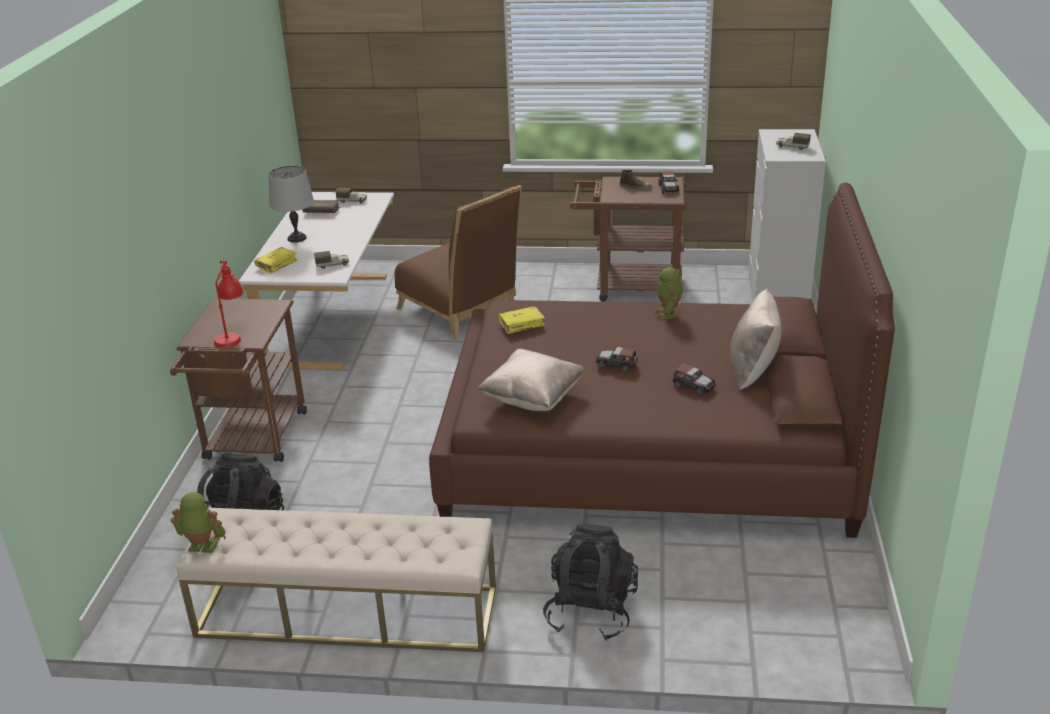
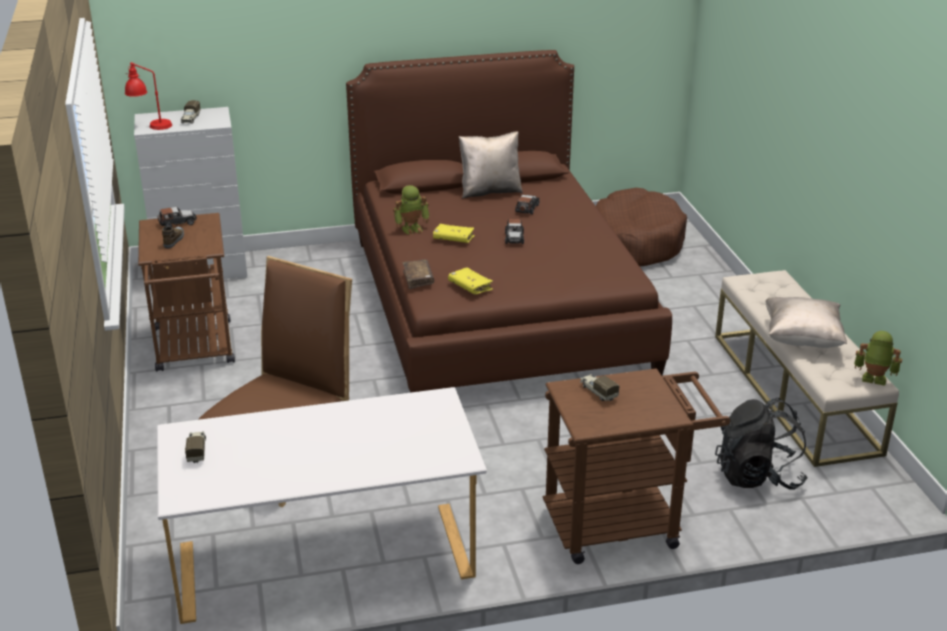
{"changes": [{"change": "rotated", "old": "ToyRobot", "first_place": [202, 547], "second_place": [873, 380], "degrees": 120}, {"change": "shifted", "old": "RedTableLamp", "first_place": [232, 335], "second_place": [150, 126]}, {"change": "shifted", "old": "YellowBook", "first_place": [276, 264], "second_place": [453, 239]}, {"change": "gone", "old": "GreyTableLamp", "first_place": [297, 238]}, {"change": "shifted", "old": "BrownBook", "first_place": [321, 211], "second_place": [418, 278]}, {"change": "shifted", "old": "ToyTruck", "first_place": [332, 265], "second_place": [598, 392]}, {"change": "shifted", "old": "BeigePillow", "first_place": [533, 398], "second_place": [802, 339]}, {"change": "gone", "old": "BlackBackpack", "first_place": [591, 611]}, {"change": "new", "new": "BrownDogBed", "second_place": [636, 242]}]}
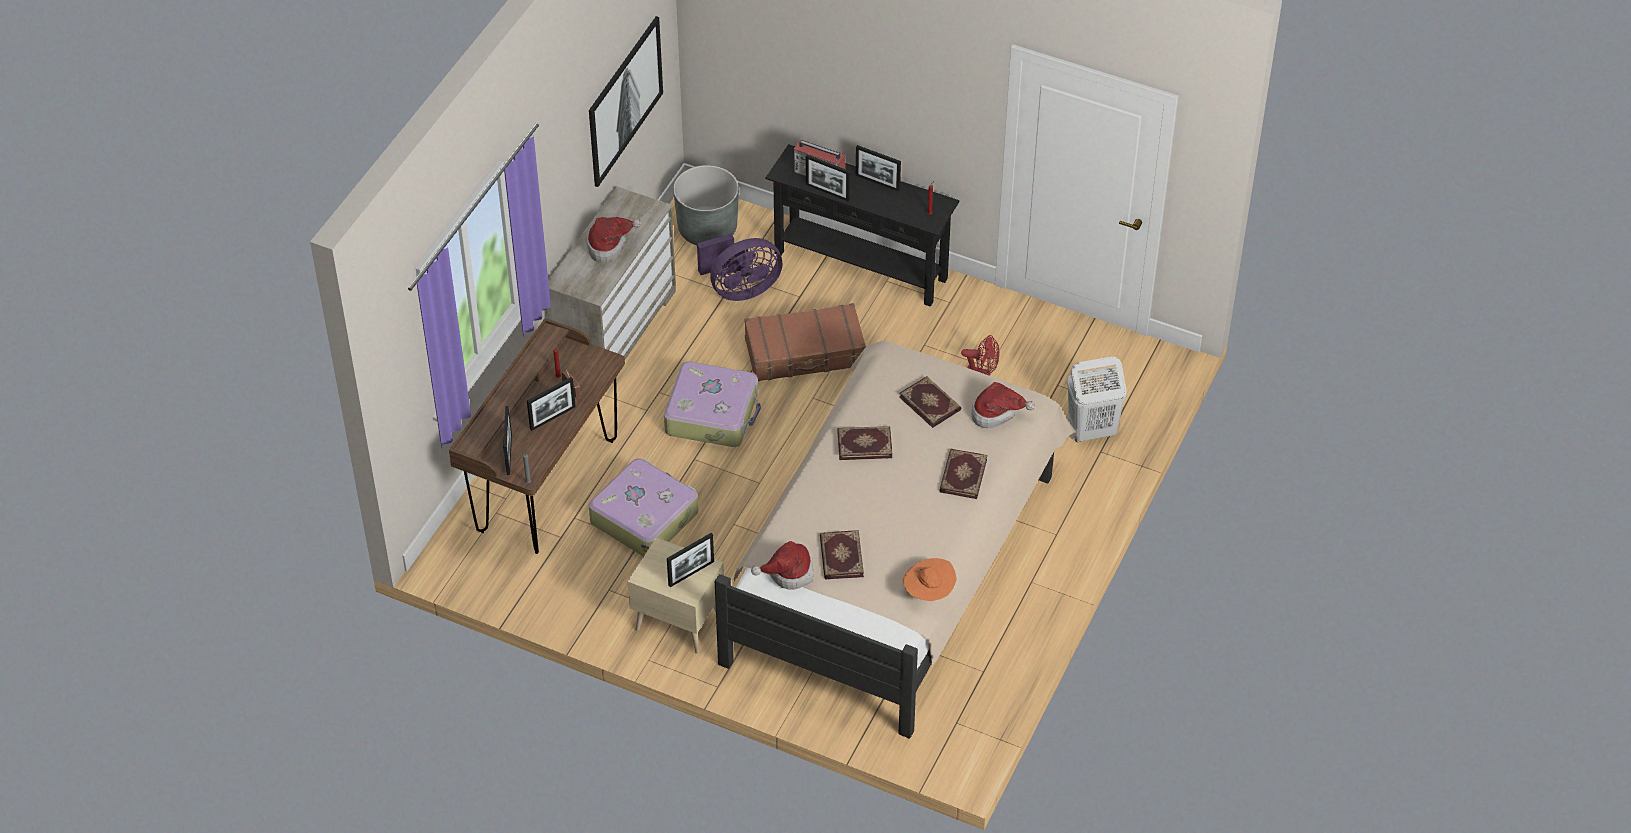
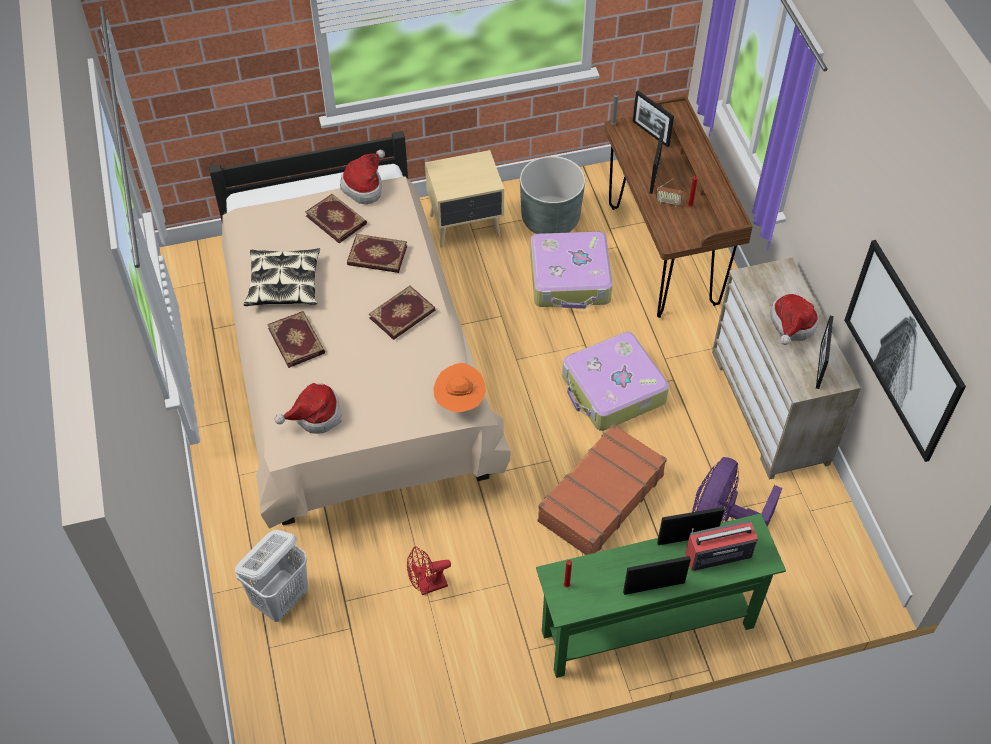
{"changes": [{"change": "shifted", "old": "PictureFrame", "first_place": [691, 573], "second_place": [819, 366]}, {"change": "shifted", "old": "GreyPlanter", "first_place": [707, 229], "second_place": [550, 219]}, {"change": "repainted", "old": "BlackConsoleTable", "new": "GreenConsoleTable", "first_place": [861, 265], "second_place": [648, 630]}, {"change": "shifted", "old": "Book", "first_place": [930, 403], "second_place": [377, 256]}, {"change": "shifted", "old": "OrangeHat", "first_place": [929, 593], "second_place": [459, 401]}, {"change": "new", "new": "Pillow", "second_place": [284, 284]}]}
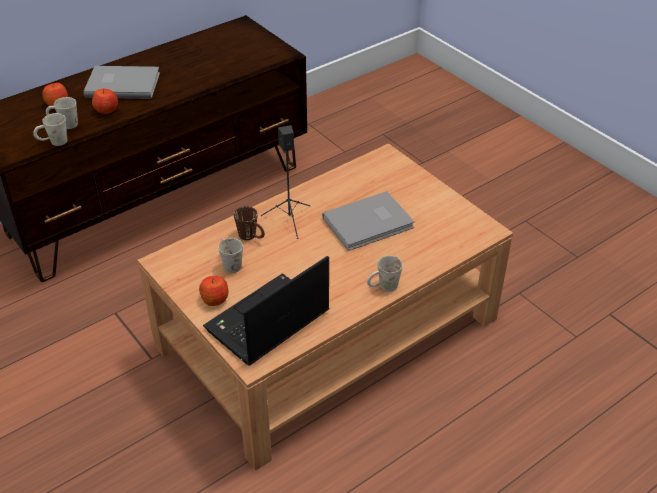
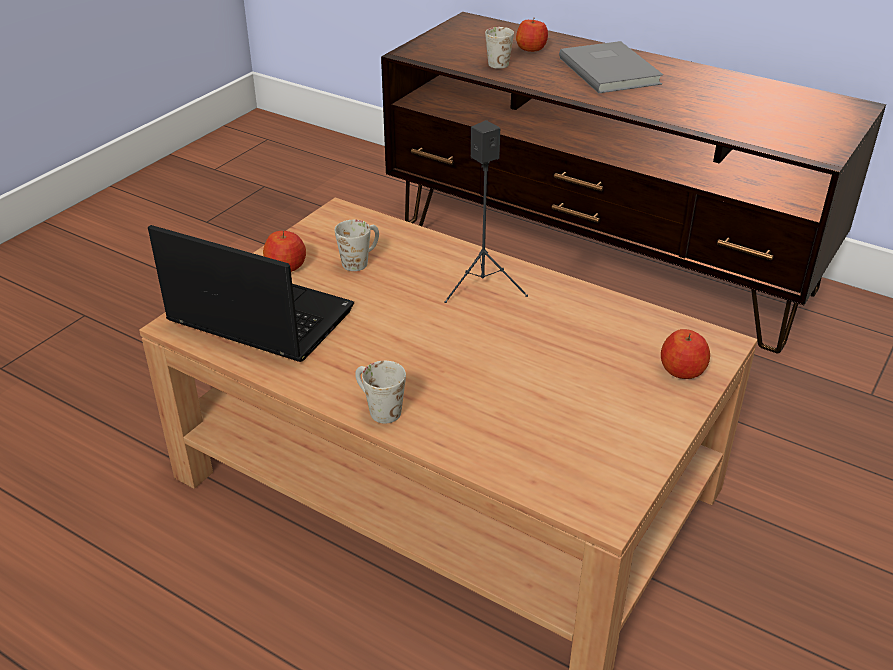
{"changes": [{"change": "gone", "old": "WhiteMug", "first_place": [53, 142]}, {"change": "shifted", "old": "Apple", "first_place": [107, 110], "second_place": [682, 371]}, {"change": "gone", "old": "BrownMug", "first_place": [251, 237]}, {"change": "gone", "old": "GreyBook", "first_place": [370, 224]}]}
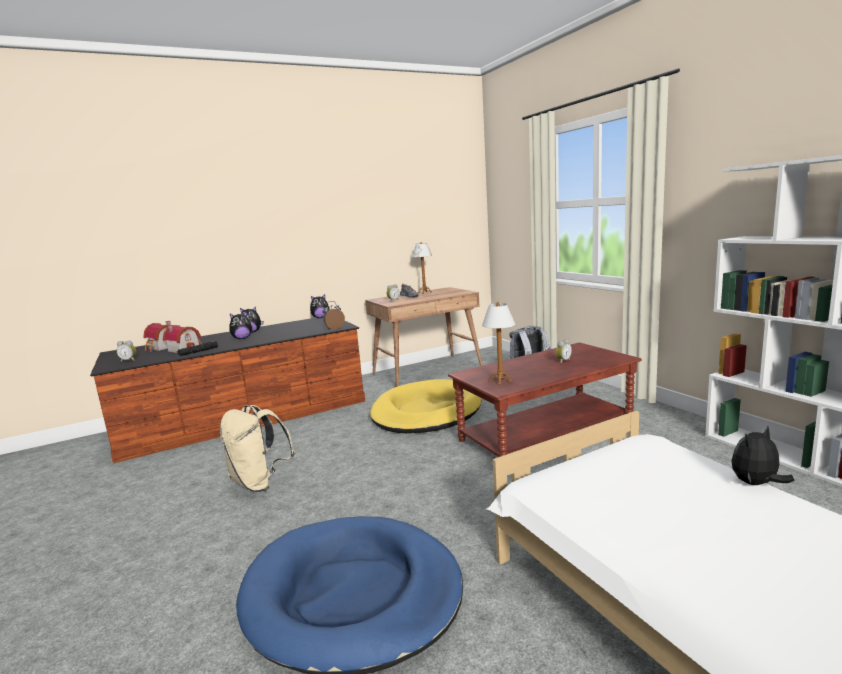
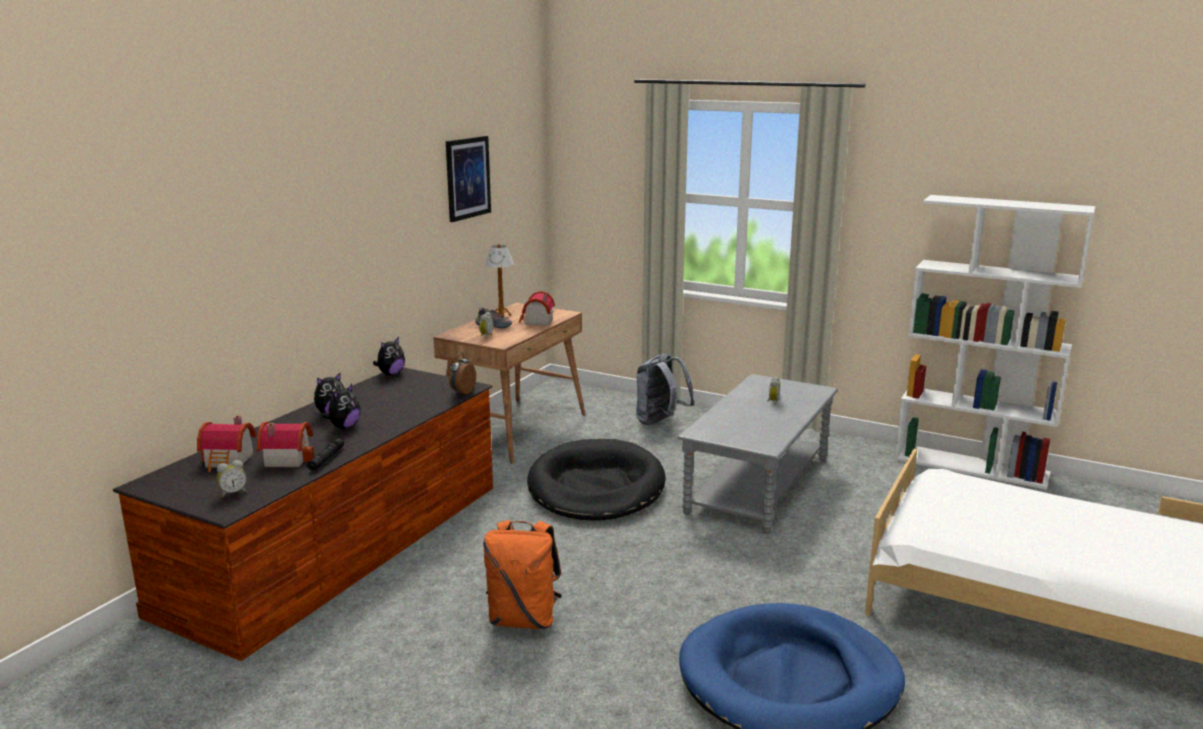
{"changes": [{"change": "repainted", "old": "BeigeBackpack", "new": "OrangeBackpack", "first_place": [260, 482], "second_place": [524, 619]}, {"change": "repainted", "old": "YellowDogBed", "new": "BlackDogBed", "first_place": [426, 412], "second_place": [596, 487]}, {"change": "repainted", "old": "BrownCoffeeTable", "new": "GreyCoffeeTable", "first_place": [546, 432], "second_place": [758, 485]}, {"change": "gone", "old": "TableLamp", "first_place": [500, 381]}, {"change": "gone", "old": "PlushToy", "first_place": [756, 484]}, {"change": "new", "new": "Picture", "second_place": [467, 178]}, {"change": "new", "new": "ToyHouse", "second_place": [536, 322]}]}
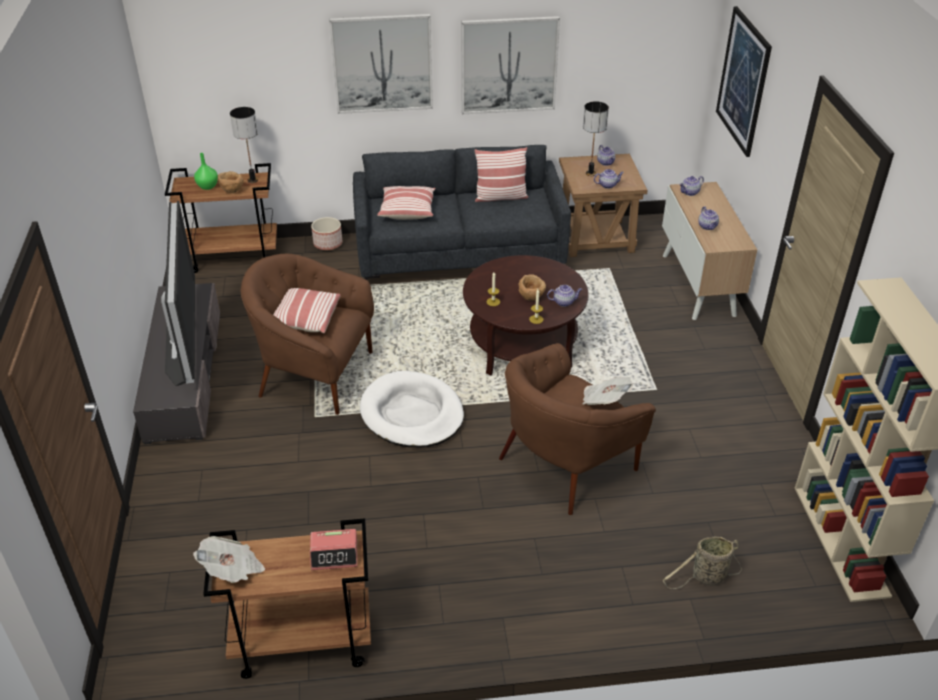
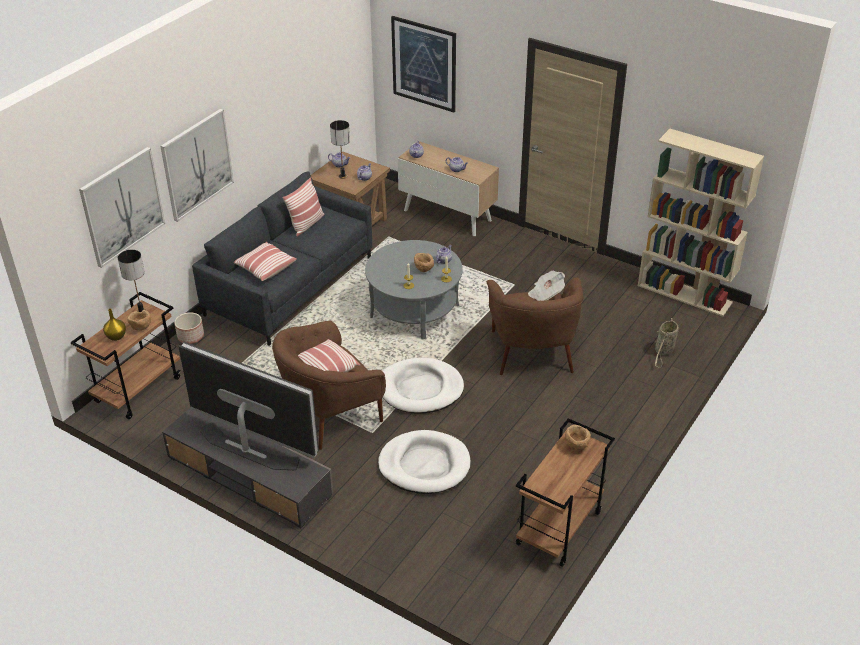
{"changes": [{"change": "gone", "old": "Newspaper", "first_place": [232, 570]}, {"change": "repainted", "old": "GreenVase", "new": "YellowVase", "first_place": [207, 186], "second_place": [116, 337]}, {"change": "swapped", "old": "AlarmClock", "new": "BrownBowl", "first_place": [334, 554], "second_place": [576, 446]}, {"change": "shifted", "old": "Picture", "first_place": [509, 65], "second_place": [122, 206]}, {"change": "repainted", "old": "BrownCoffeeTable", "new": "GreyCoffeeTable", "first_place": [523, 345], "second_place": [414, 310]}, {"change": "new", "new": "WhiteDogBed", "second_place": [424, 465]}]}
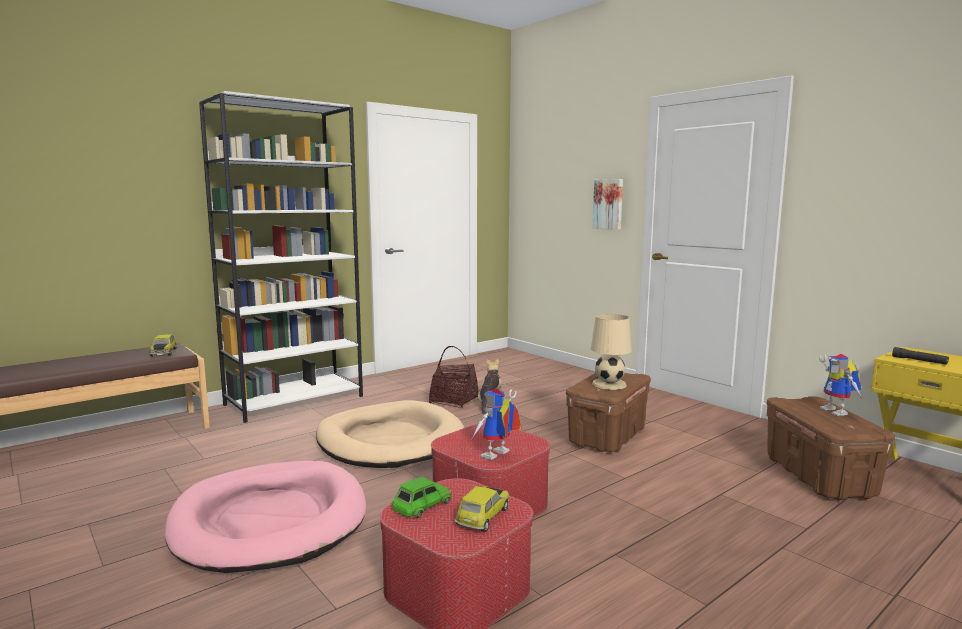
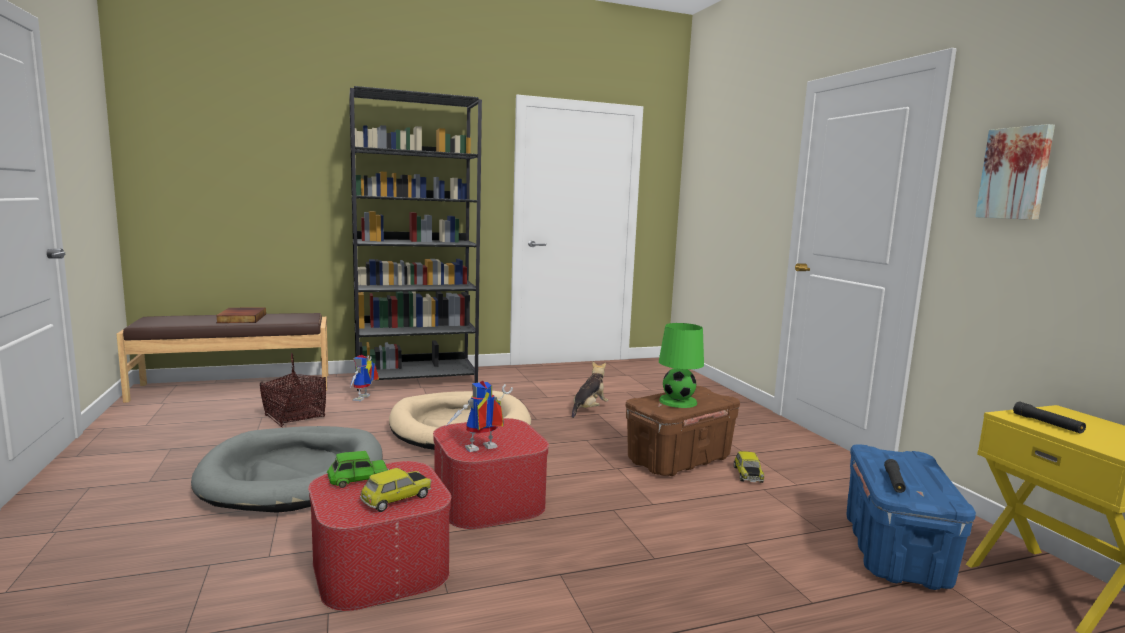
{"changes": [{"change": "shifted", "old": "ToyCar", "first_place": [163, 352], "second_place": [747, 474]}, {"change": "repainted", "old": "PinkDogBed", "new": "GreyDogBed", "first_place": [270, 520], "second_place": [294, 474]}, {"change": "repainted", "old": "WhiteBookcase", "new": "BlackBookcase", "first_place": [295, 400], "second_place": [416, 378]}, {"change": "shifted", "old": "Basket", "first_place": [454, 400], "second_place": [295, 417]}, {"change": "repainted", "old": "BeigeTableLamp", "new": "GreenTableLamp", "first_place": [609, 384], "second_place": [678, 401]}, {"change": "shifted", "old": "Picture", "first_place": [608, 204], "second_place": [1016, 173]}, {"change": "repainted", "old": "BrownStorageBox", "new": "BlueStorageBox", "first_place": [820, 477], "second_place": [896, 552]}, {"change": "shifted", "old": "ToyRobot", "first_place": [839, 412], "second_place": [363, 399]}, {"change": "new", "new": "Book", "second_place": [241, 318]}, {"change": "new", "new": "BlackFlashlight", "second_place": [894, 481]}]}
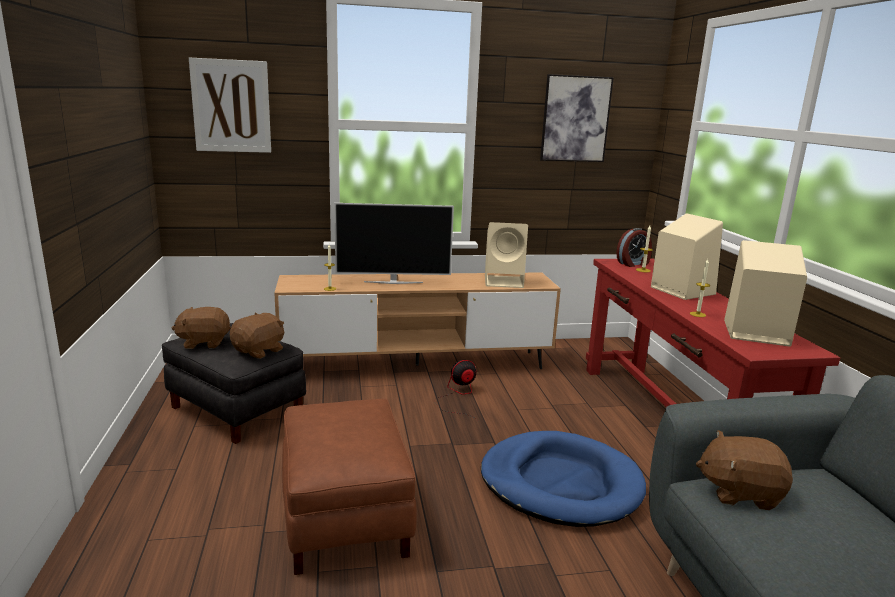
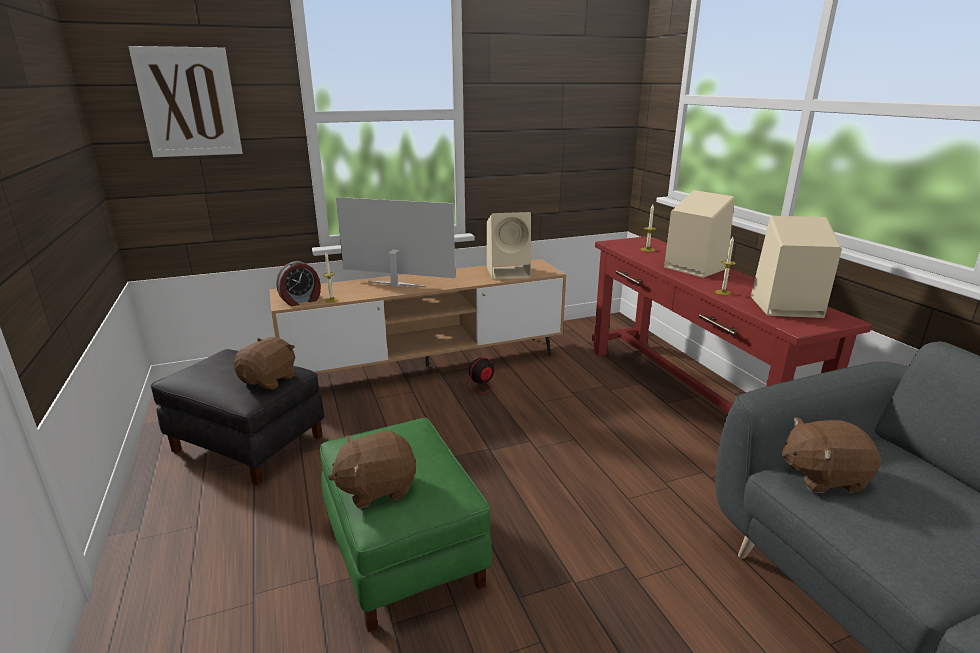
{"changes": [{"change": "shifted", "old": "BrownPlushToy", "first_place": [204, 342], "second_place": [377, 488]}, {"change": "repainted", "old": "BrownOttoman", "new": "GreenOttoman", "first_place": [346, 517], "second_place": [405, 552]}, {"change": "rotated", "old": "Television", "first_place": [393, 282], "second_place": [396, 285], "degrees": -150}, {"change": "gone", "old": "BlueDogBed", "first_place": [560, 483]}, {"change": "gone", "old": "Picture", "first_place": [575, 119]}, {"change": "shifted", "old": "AlarmClock", "first_place": [633, 264], "second_place": [301, 301]}]}
